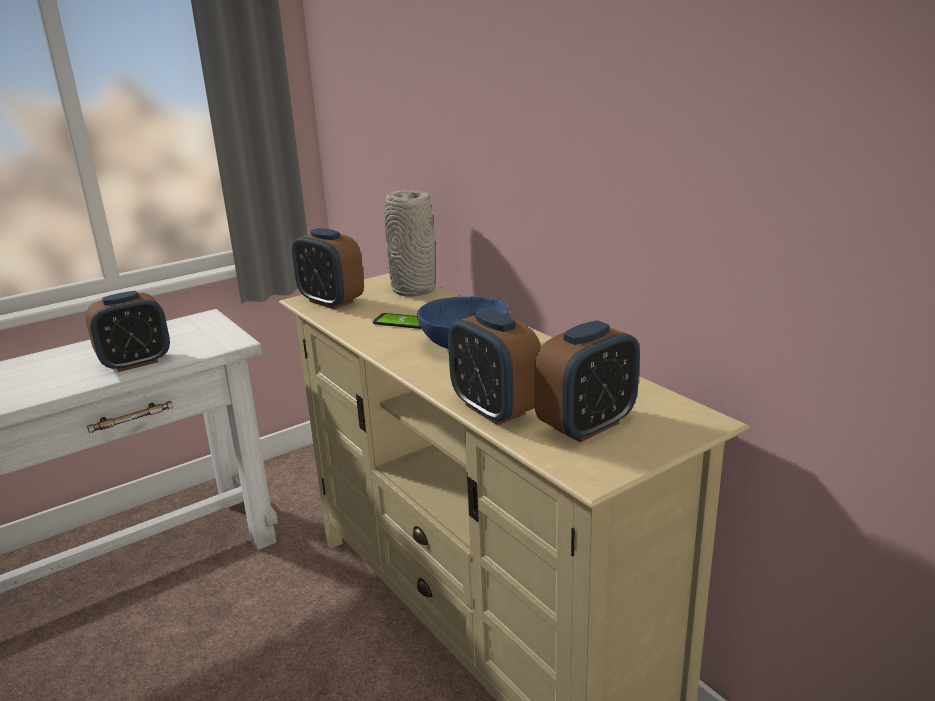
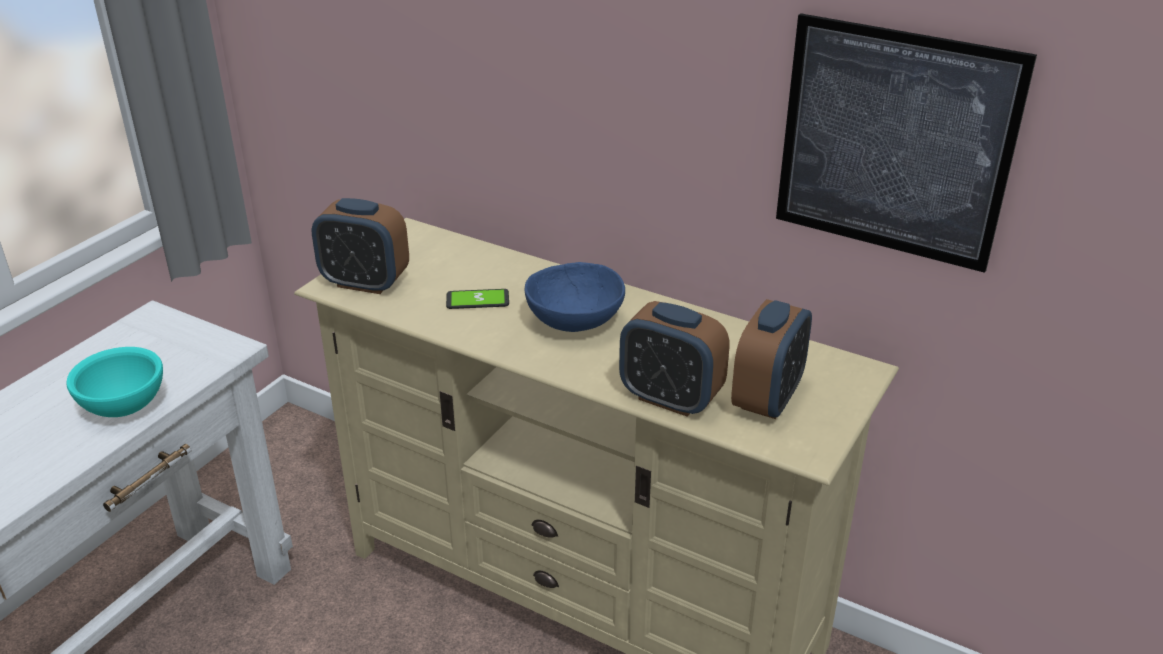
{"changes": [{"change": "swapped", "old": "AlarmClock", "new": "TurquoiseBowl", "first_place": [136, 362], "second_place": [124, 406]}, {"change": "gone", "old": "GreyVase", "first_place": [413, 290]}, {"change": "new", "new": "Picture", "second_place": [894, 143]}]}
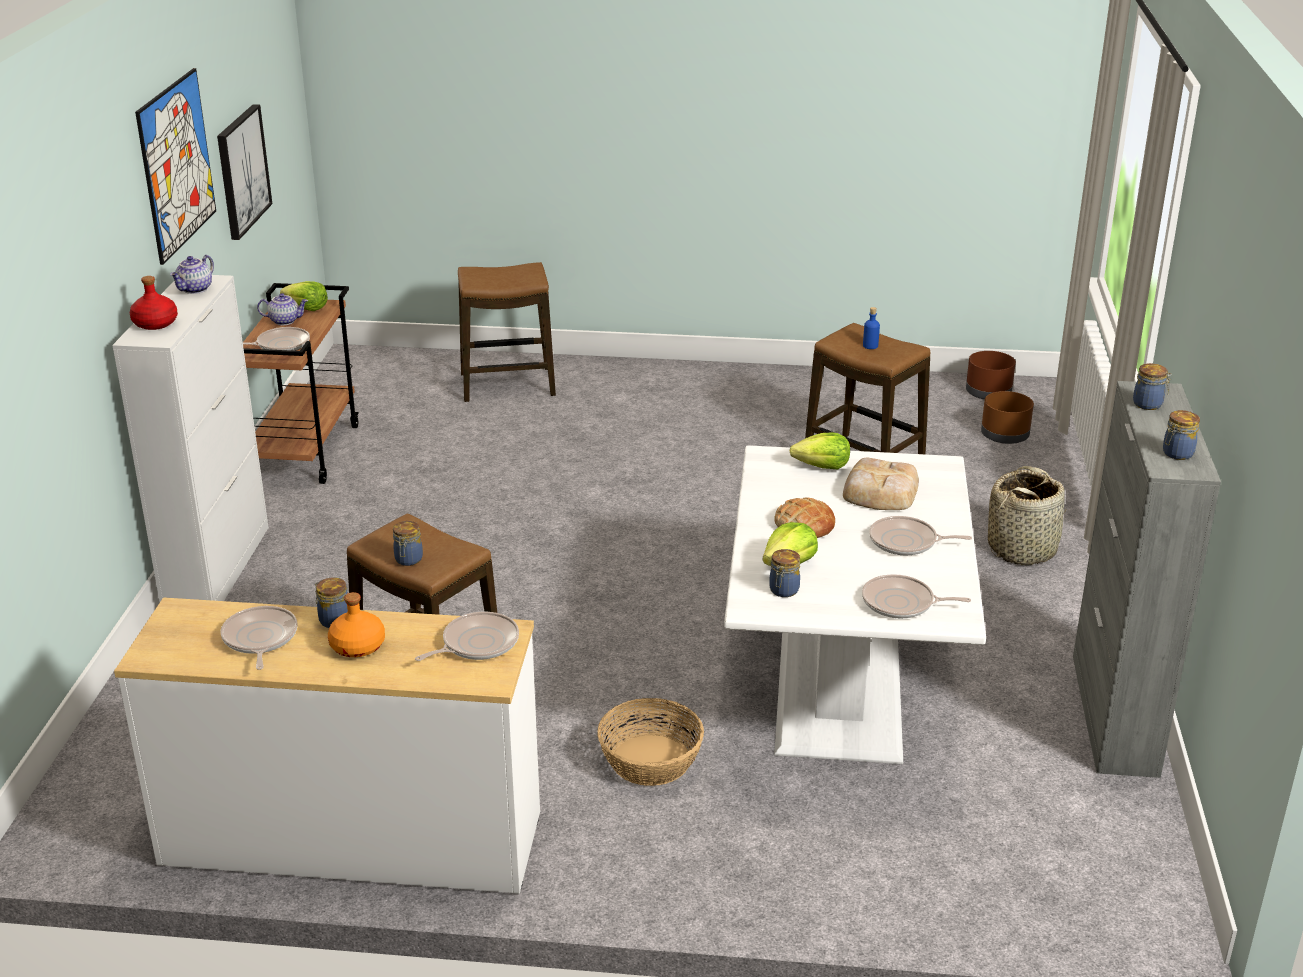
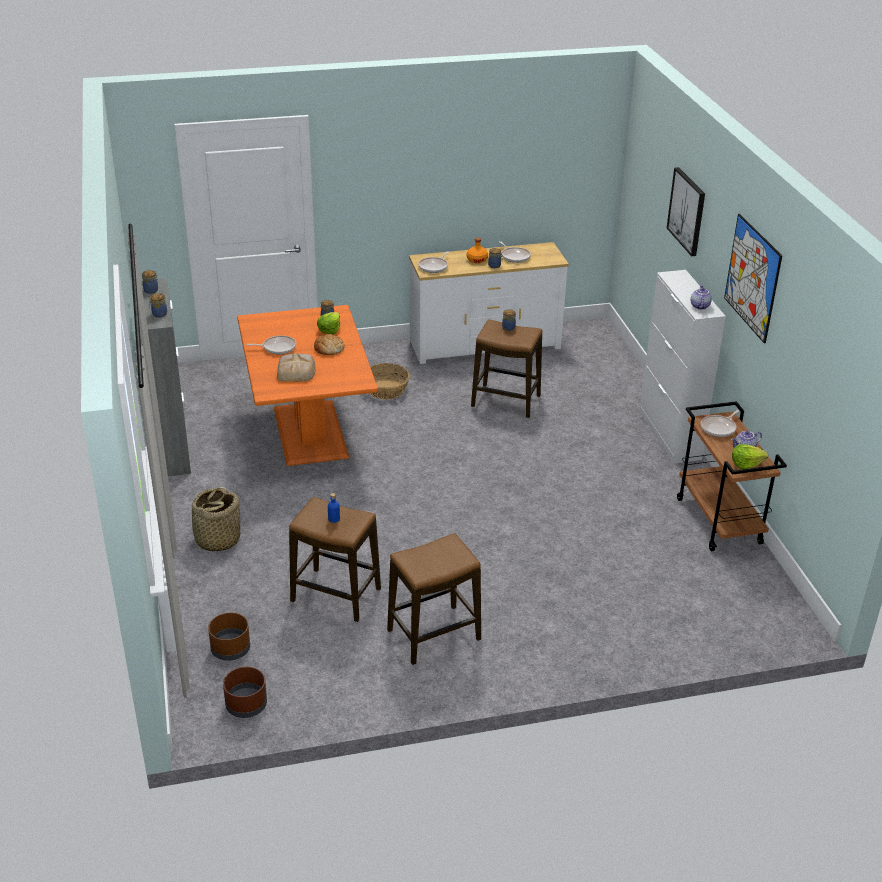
{"changes": [{"change": "gone", "old": "RedBottle", "first_place": [155, 323]}, {"change": "shifted", "old": "Picture", "first_place": [242, 171], "second_place": [687, 211]}, {"change": "shifted", "old": "Stool", "first_place": [507, 385], "second_place": [434, 635]}, {"change": "repainted", "old": "WhiteDiningTable", "new": "OrangeDiningTable", "first_place": [842, 693], "second_place": [309, 432]}, {"change": "gone", "old": "Lettuce", "first_place": [822, 466]}, {"change": "gone", "old": "FryingPan", "first_place": [901, 603]}]}
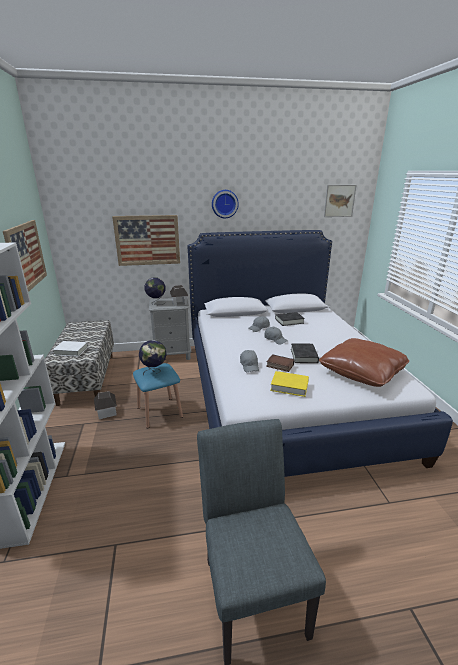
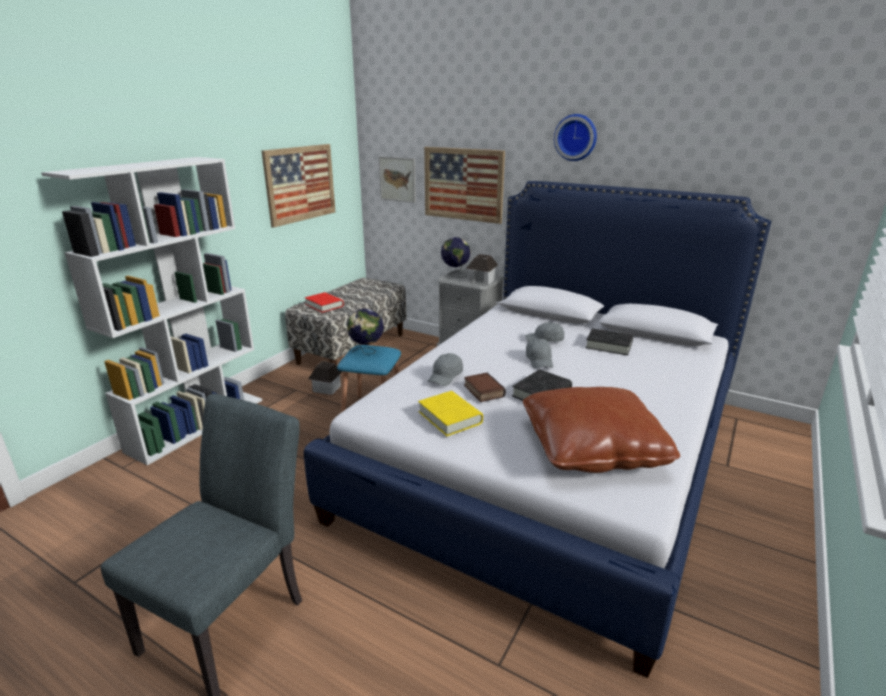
{"changes": [{"change": "repainted", "old": "WhiteBook", "new": "RedBook", "first_place": [71, 351], "second_place": [324, 305]}, {"change": "shifted", "old": "Picture", "first_place": [339, 201], "second_place": [397, 179]}]}
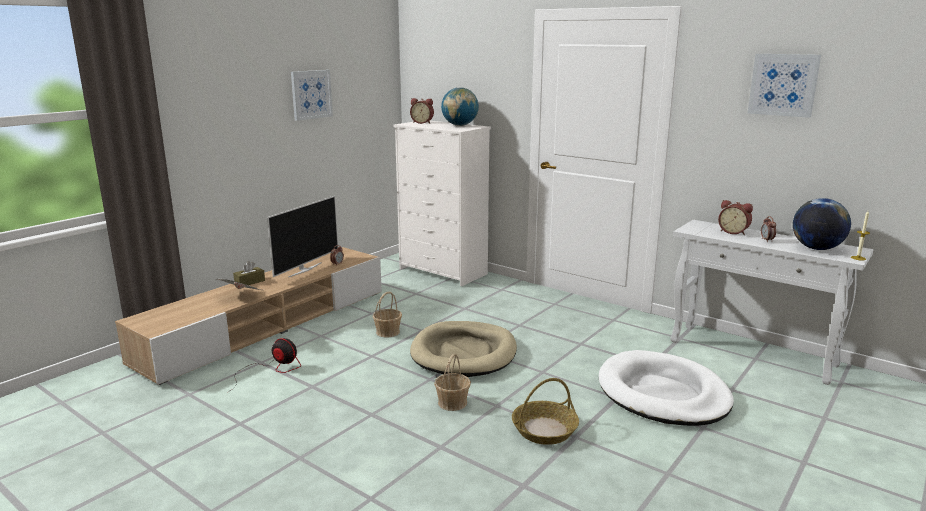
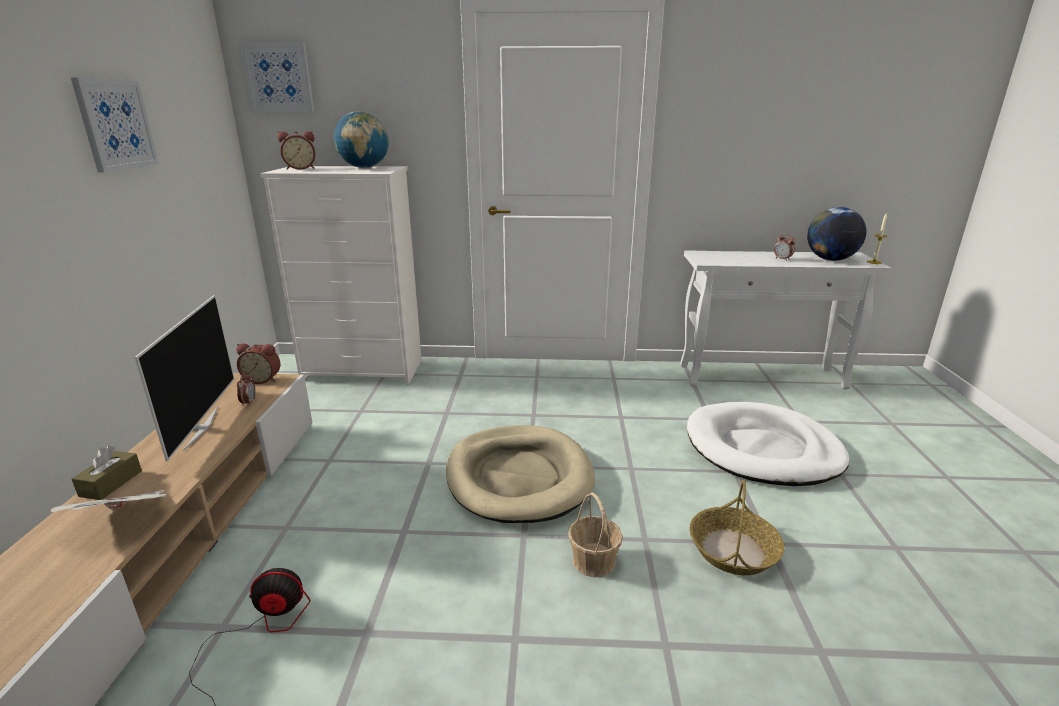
{"changes": [{"change": "gone", "old": "Basket", "first_place": [388, 332]}, {"change": "shifted", "old": "AlarmClock", "first_place": [733, 232], "second_place": [263, 379]}, {"change": "shifted", "old": "Picture", "first_place": [783, 85], "second_place": [279, 77]}]}
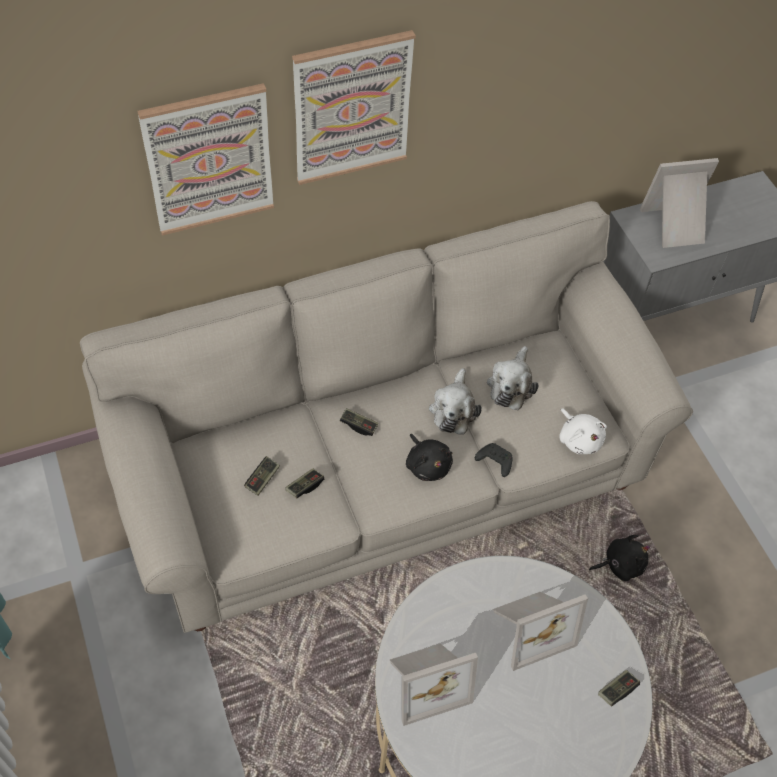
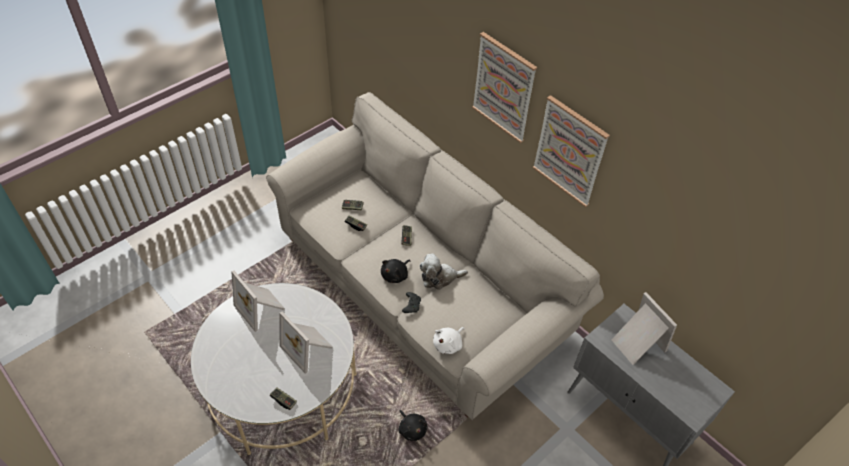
{"changes": [{"change": "shifted", "old": "Picture", "first_place": [209, 160], "second_place": [570, 151]}, {"change": "gone", "old": "PlushToy", "first_place": [511, 385]}]}
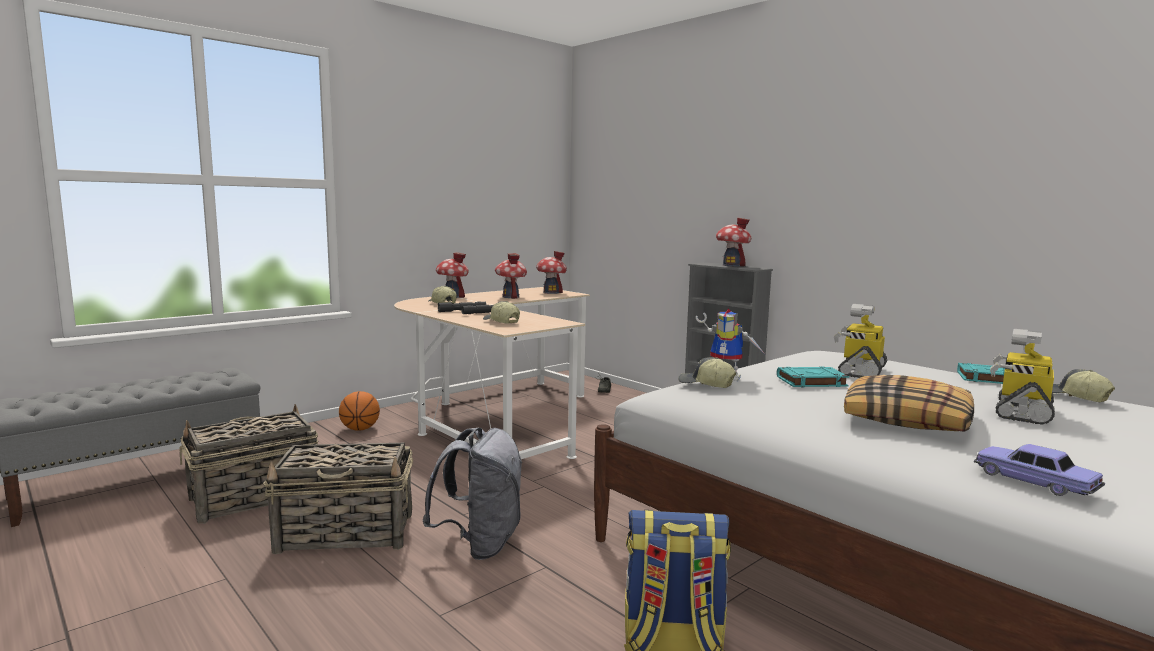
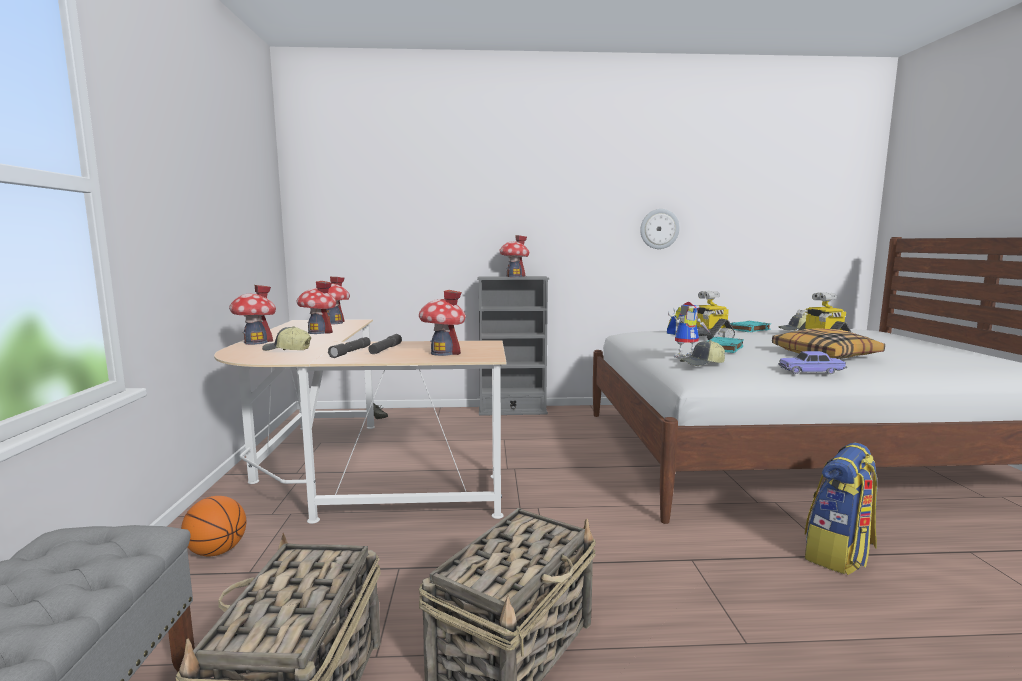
{"changes": [{"change": "gone", "old": "GreyBackpack", "first_place": [480, 544]}, {"change": "swapped", "old": "Cap", "new": "ToyHouse", "first_place": [501, 322], "second_place": [443, 353]}, {"change": "shifted", "old": "ToyCar", "first_place": [1034, 482], "second_place": [810, 371]}, {"change": "new", "new": "WallClock", "second_place": [659, 229]}]}
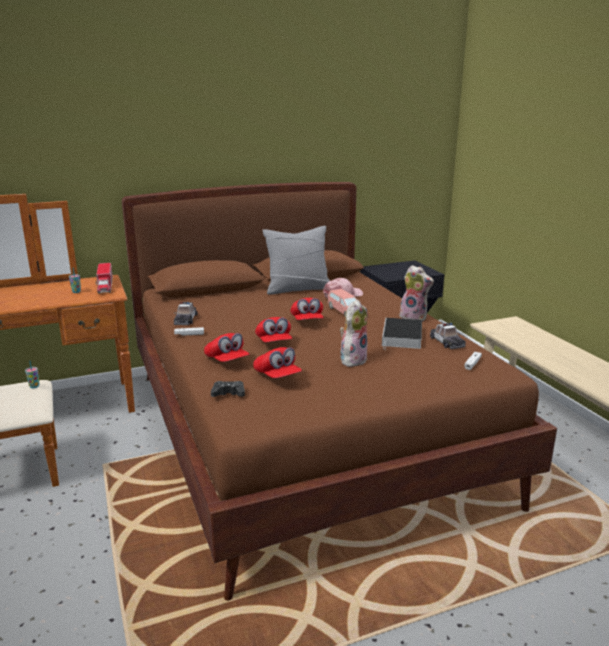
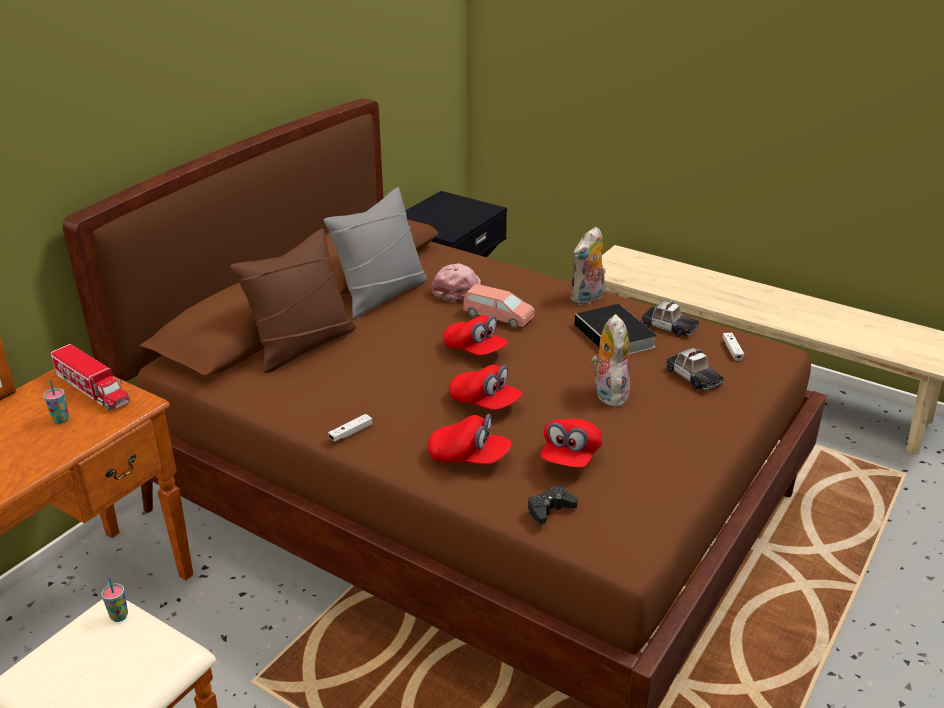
{"changes": [{"change": "shifted", "old": "ToyCar", "first_place": [185, 319], "second_place": [693, 376]}, {"change": "rotated", "old": "RedCap", "first_place": [277, 376], "second_place": [570, 457], "degrees": 90}, {"change": "rotated", "old": "PlushToy", "first_place": [414, 317], "second_place": [587, 299], "degrees": 135}, {"change": "new", "new": "BrownPillow", "second_place": [302, 345]}]}
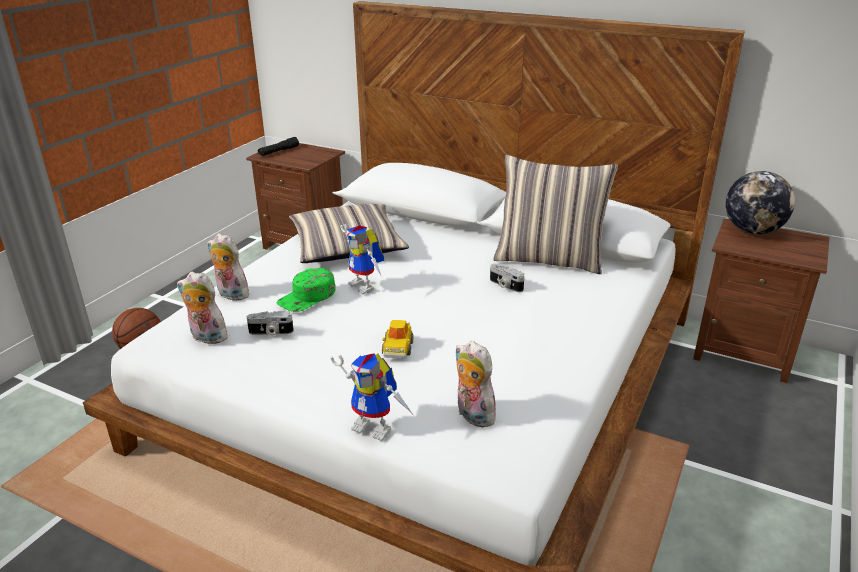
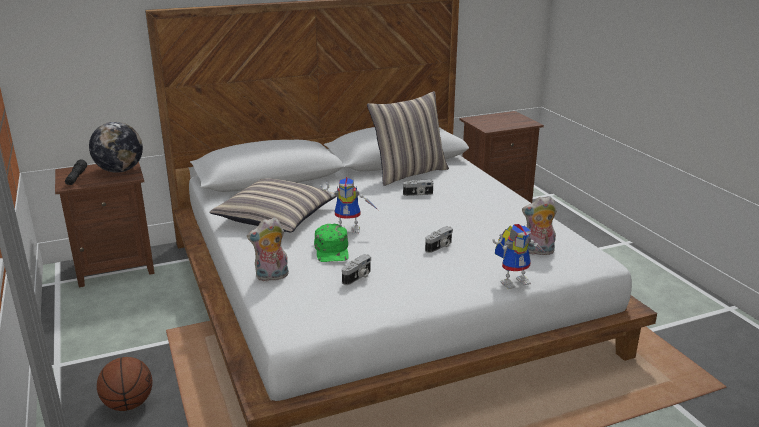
{"changes": [{"change": "gone", "old": "PlushToy", "first_place": [206, 338]}, {"change": "swapped", "old": "ToyCar", "new": "PhotoCamera", "first_place": [397, 348], "second_place": [439, 247]}, {"change": "shifted", "old": "Globe", "first_place": [752, 231], "second_place": [119, 170]}]}
